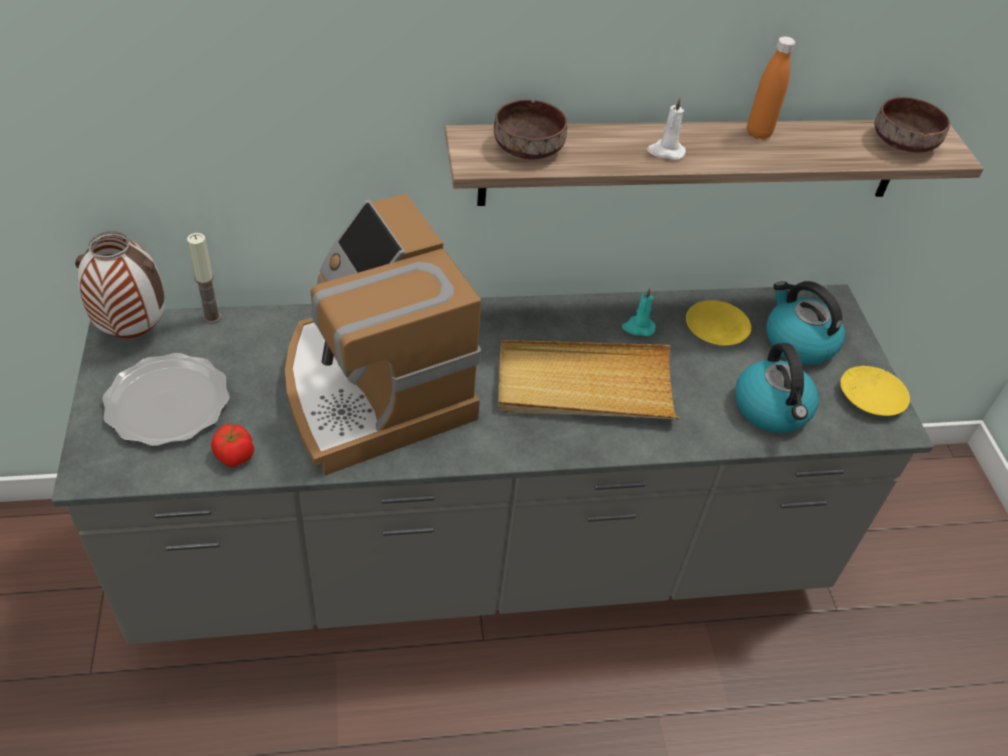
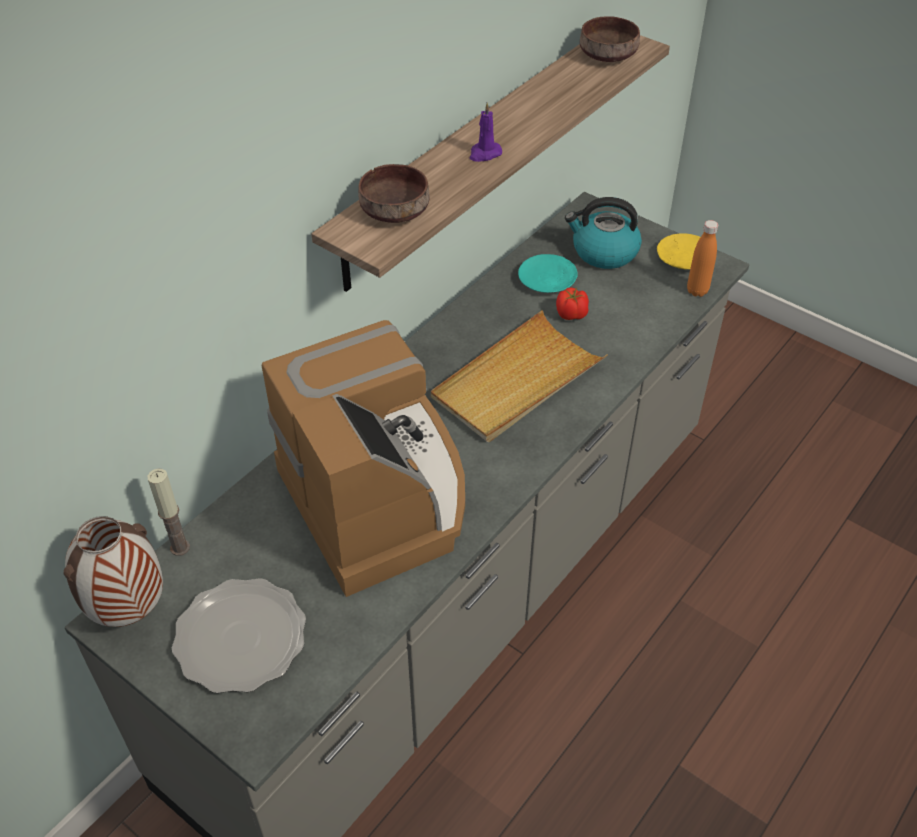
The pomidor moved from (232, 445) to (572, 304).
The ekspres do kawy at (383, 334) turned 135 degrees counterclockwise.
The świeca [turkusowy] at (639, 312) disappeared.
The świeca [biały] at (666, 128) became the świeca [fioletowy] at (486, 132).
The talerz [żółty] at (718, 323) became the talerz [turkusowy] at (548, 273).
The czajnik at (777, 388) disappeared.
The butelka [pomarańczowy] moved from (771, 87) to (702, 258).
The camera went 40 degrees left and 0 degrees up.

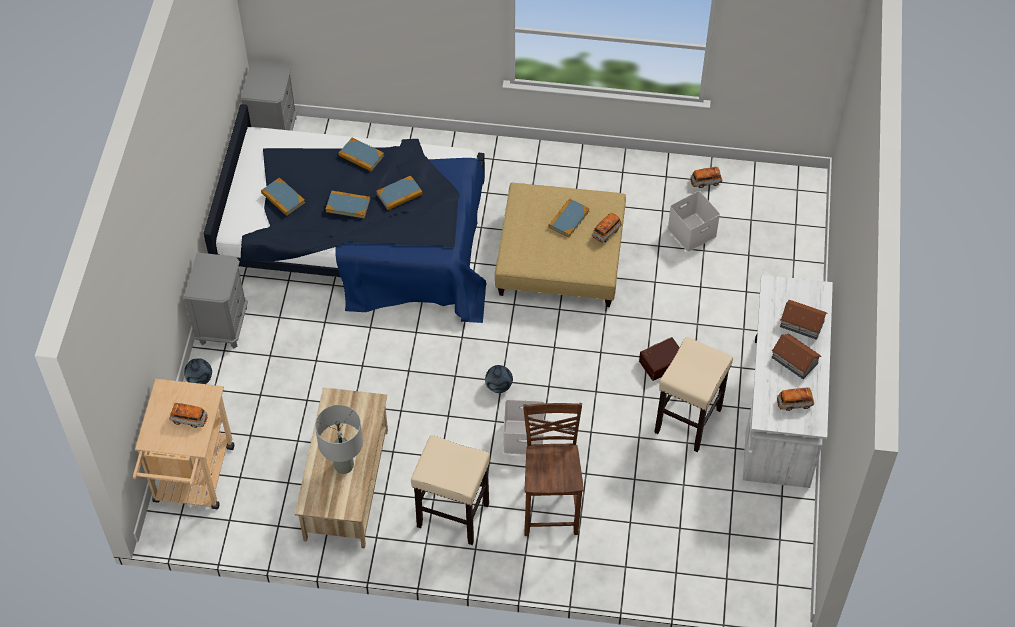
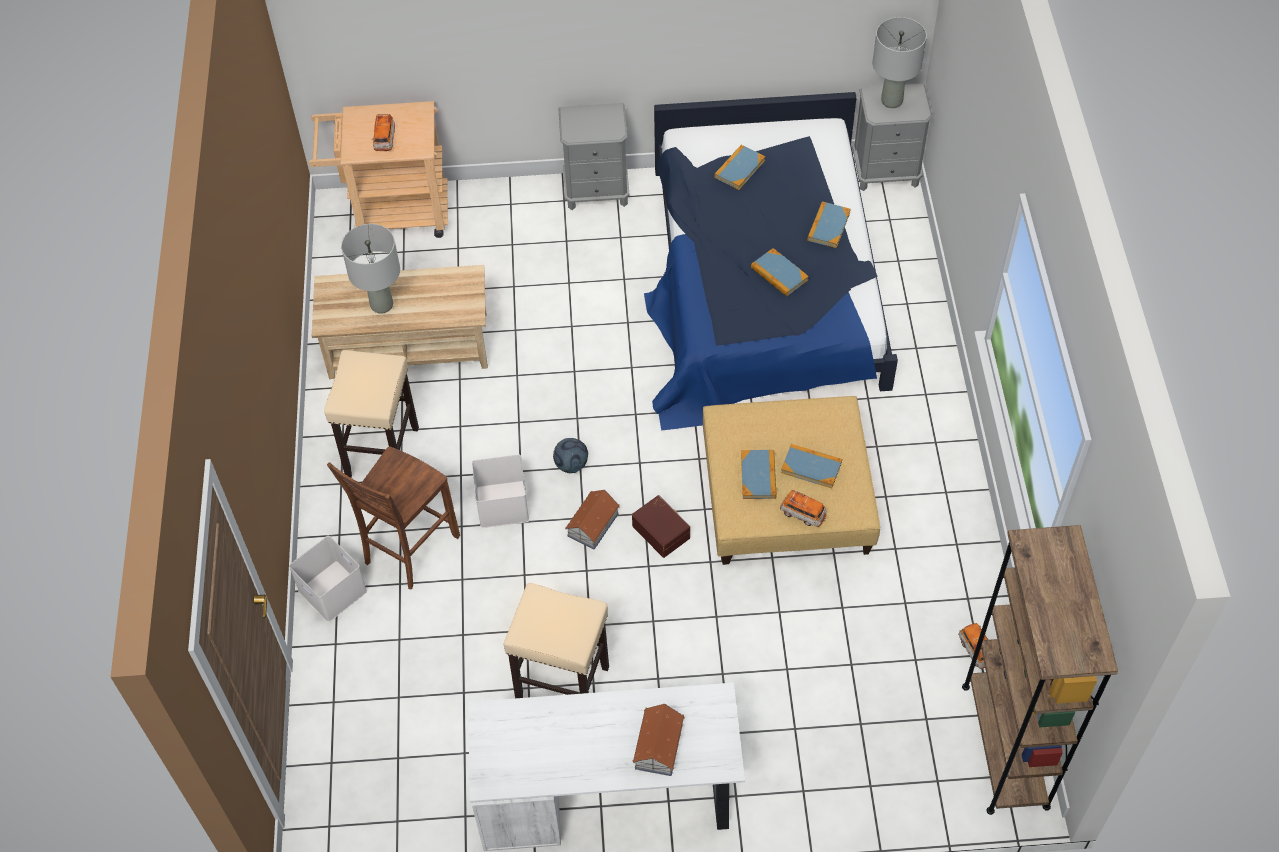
The piłka futbolowa at (198, 371) disappeared.
The książka moved from (348, 204) to (759, 474).
The krzesło [brązowy] at (553, 469) turned 135 degrees clockwise.
The pojemnik do przechowywania [brązowy] moved from (659, 359) to (661, 526).
The pojemnik do przechowywania [biały] moved from (694, 221) to (328, 579).
The domek moved from (796, 356) to (592, 519).
The samochodzik at (795, 399) disappeared.
The lampa stołowa [szary] at (900, 62) appeared.
The regał [brązowy] at (1040, 670) appeared.
The camera went 80 degrees right and 0 degrees up.

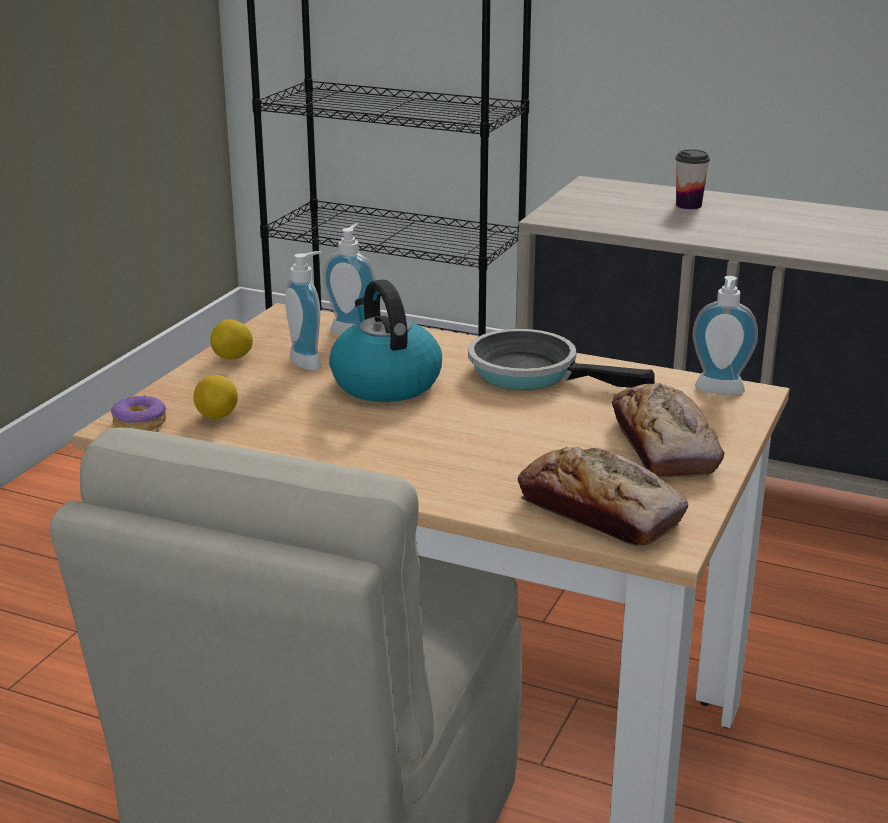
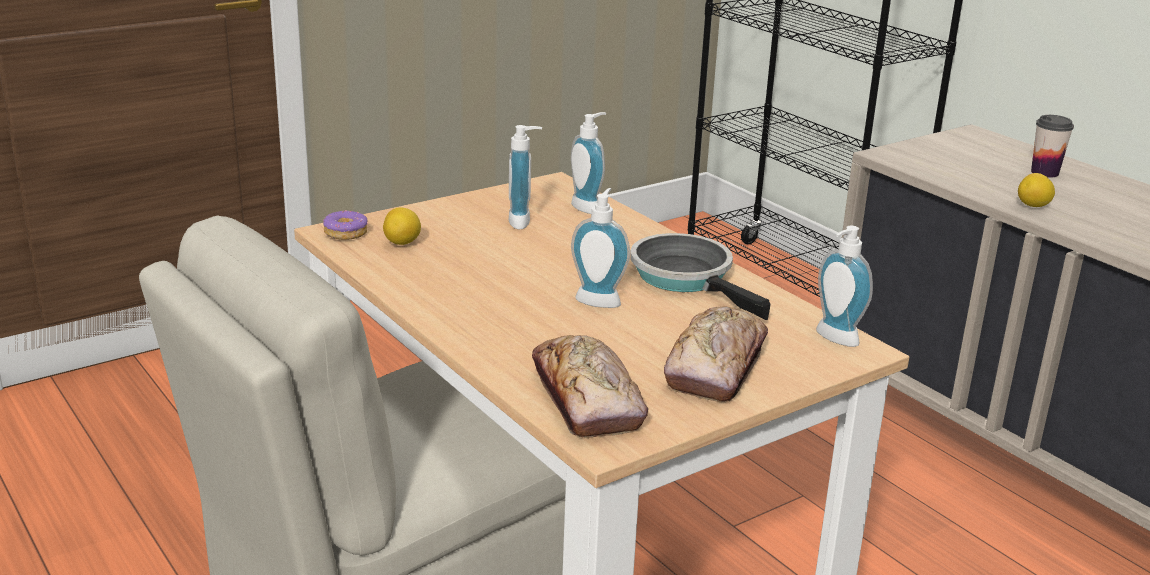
The cytryna moved from (231, 339) to (1036, 190).
The czajnik at (385, 340) disappeared.
The dozownik mydła at (600, 248) appeared.
The camera went 30 degrees right and 0 degrees up.

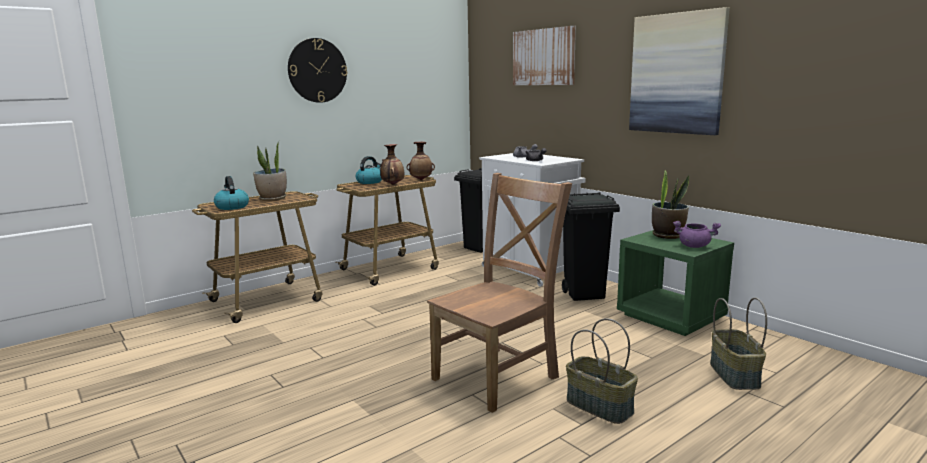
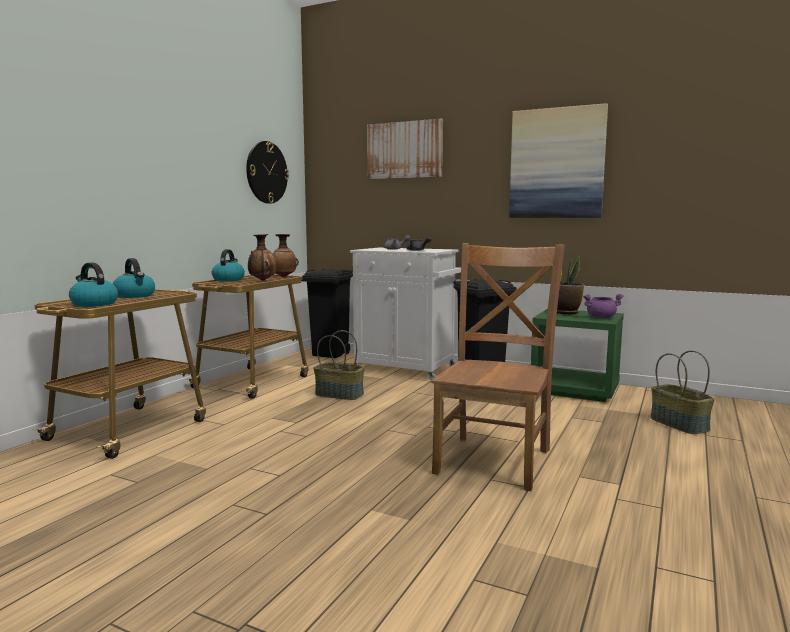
The roślina doniczkowa at (270, 170) was replaced by the czajnik at (134, 278).
The zegar ścienny moved from (318, 70) to (267, 172).
The koszyk moved from (602, 371) to (339, 365).
The camera went 25 degrees left and 5 degrees down.

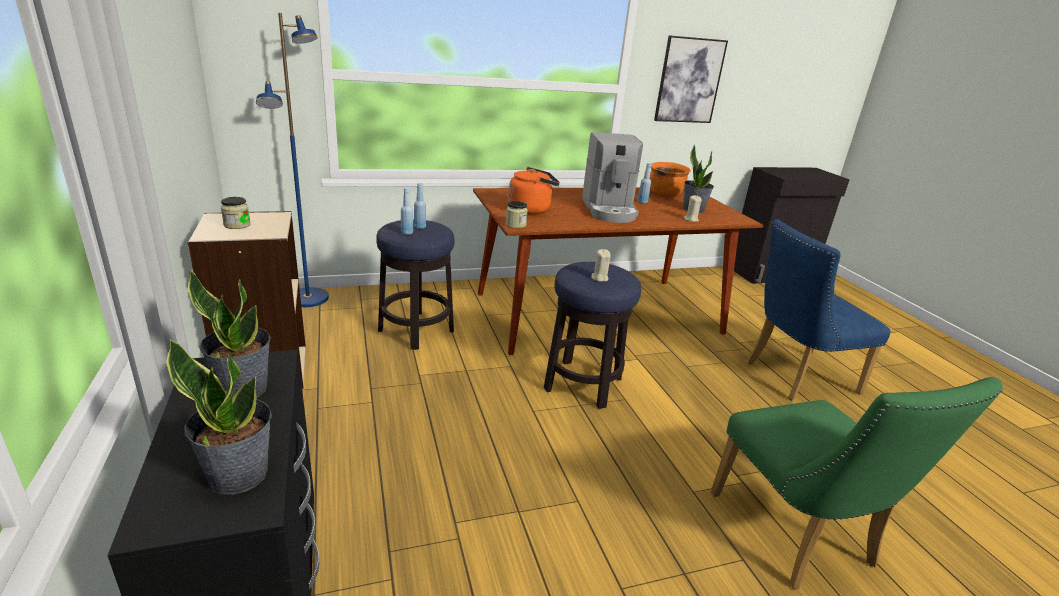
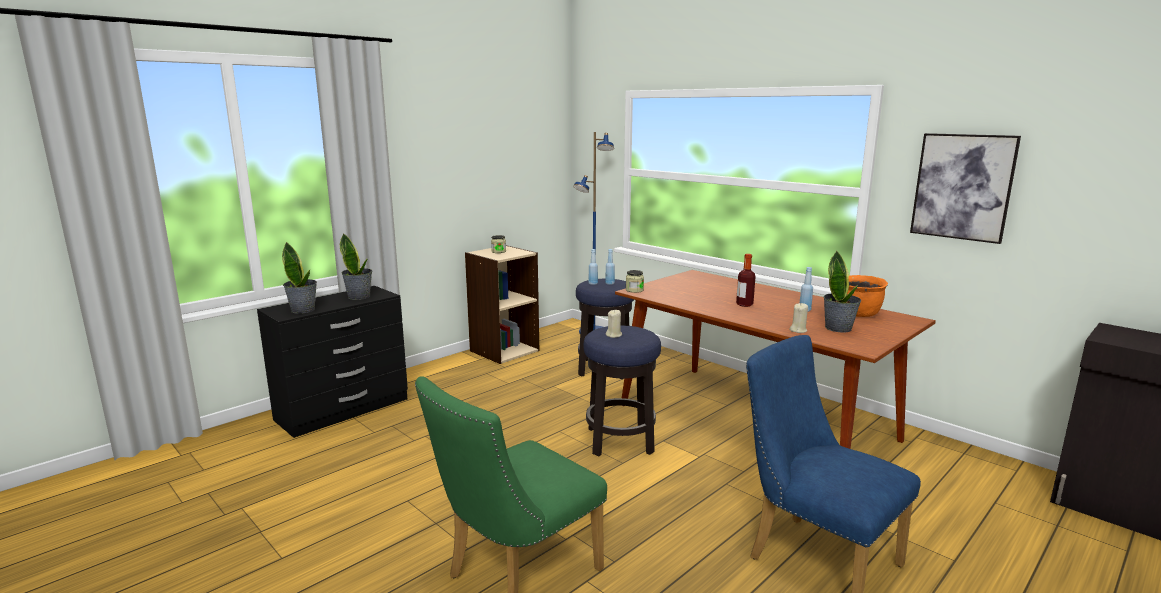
The czajnik [pomarańczowy] at (534, 190) disappeared.
The ekspres do kawy at (612, 177) was replaced by the butelka at (746, 280).
The camera went 65 degrees right and 10 degrees down.

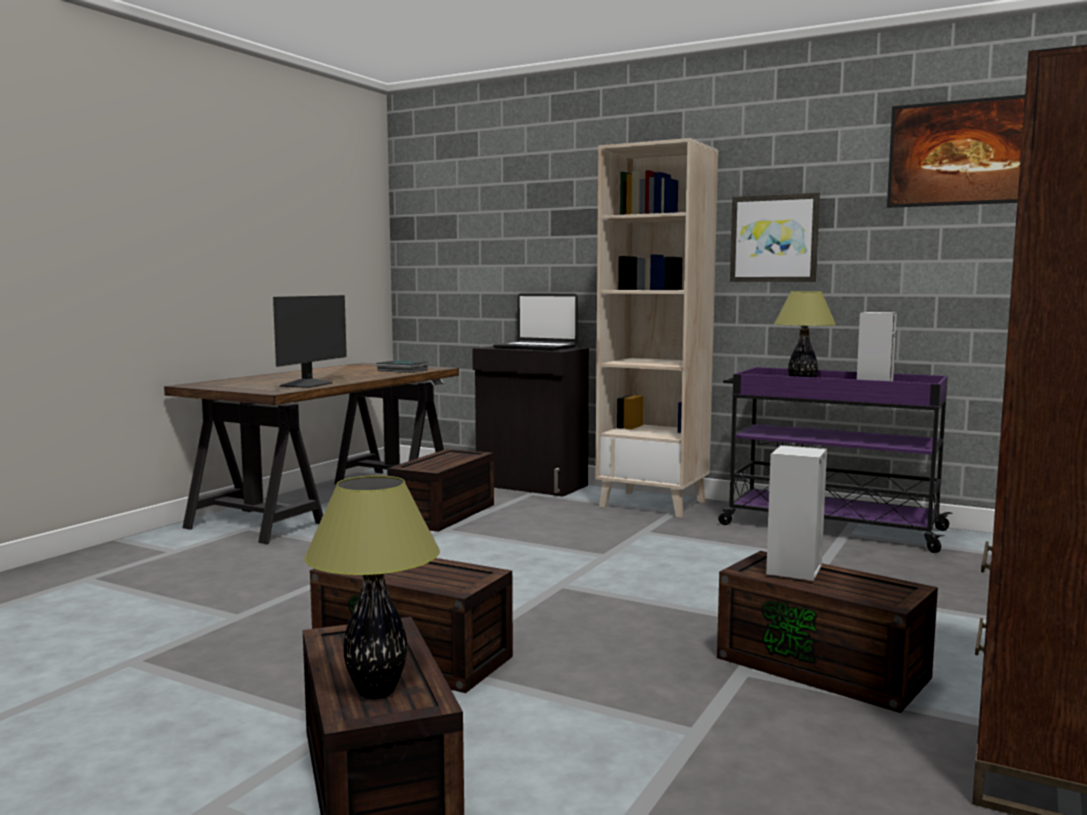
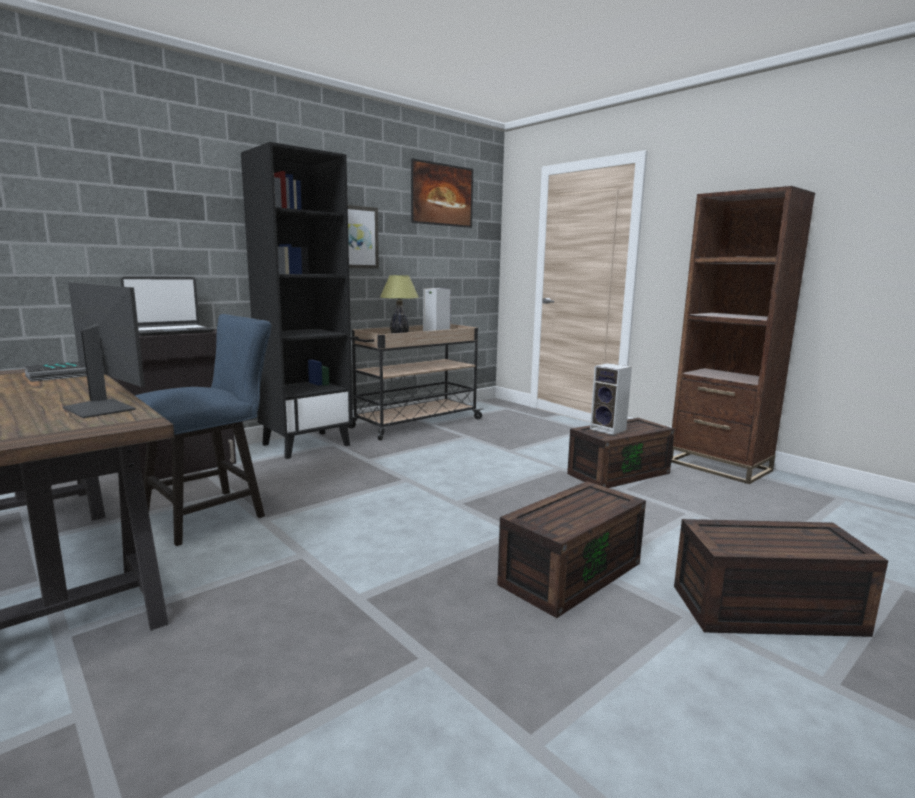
The lampa stołowa at (372, 587) disappeared.
The pojemnik do przechowywania [brązowy] at (440, 490) was replaced by the krzesło [niebieski] at (203, 430).
The regał [beżowy] at (656, 328) became the regał [czarny] at (297, 300).
The wózek [fioletowy] at (835, 460) became the wózek [beżowy] at (415, 382).
The camera went 70 degrees left and 5 degrees up.

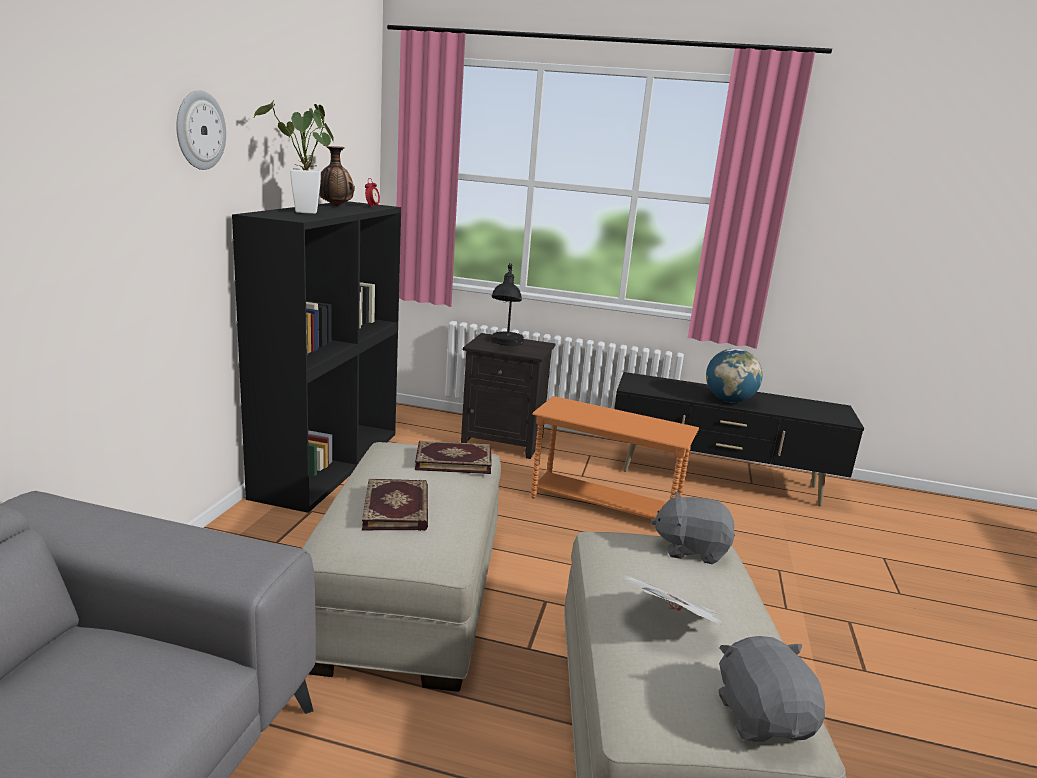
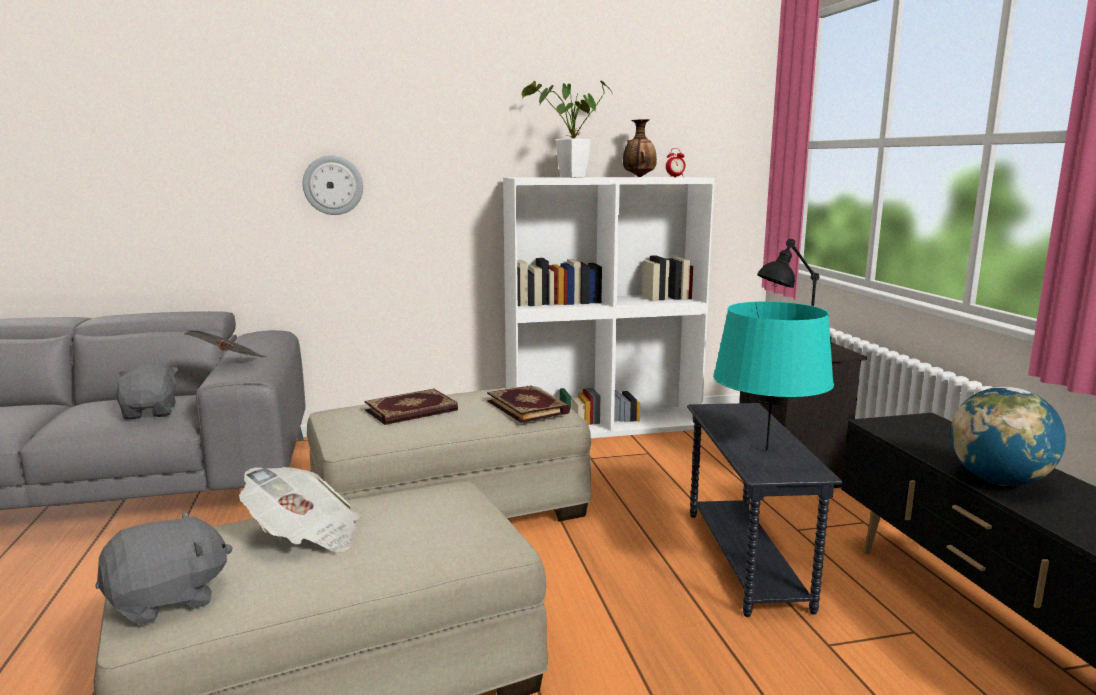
The zegar ścienny moved from (201, 130) to (333, 185).
The regał [czarny] at (316, 357) became the regał [biały] at (609, 307).
The stolik [pomarańczowy] at (615, 457) became the stolik [szary] at (764, 510).
The pluszak [szary] moved from (693, 528) to (147, 392).
The gazeta at (225, 343) appeared.
The lampa stołowa [turkusowy] at (773, 376) appeared.
The camera went 65 degrees right and 5 degrees down.

